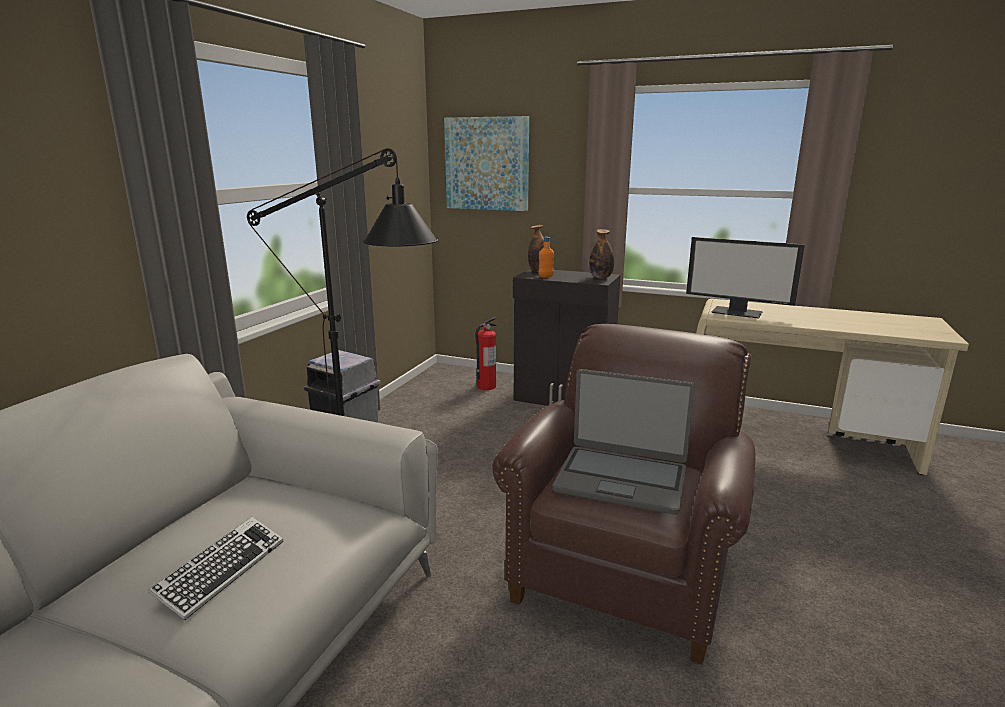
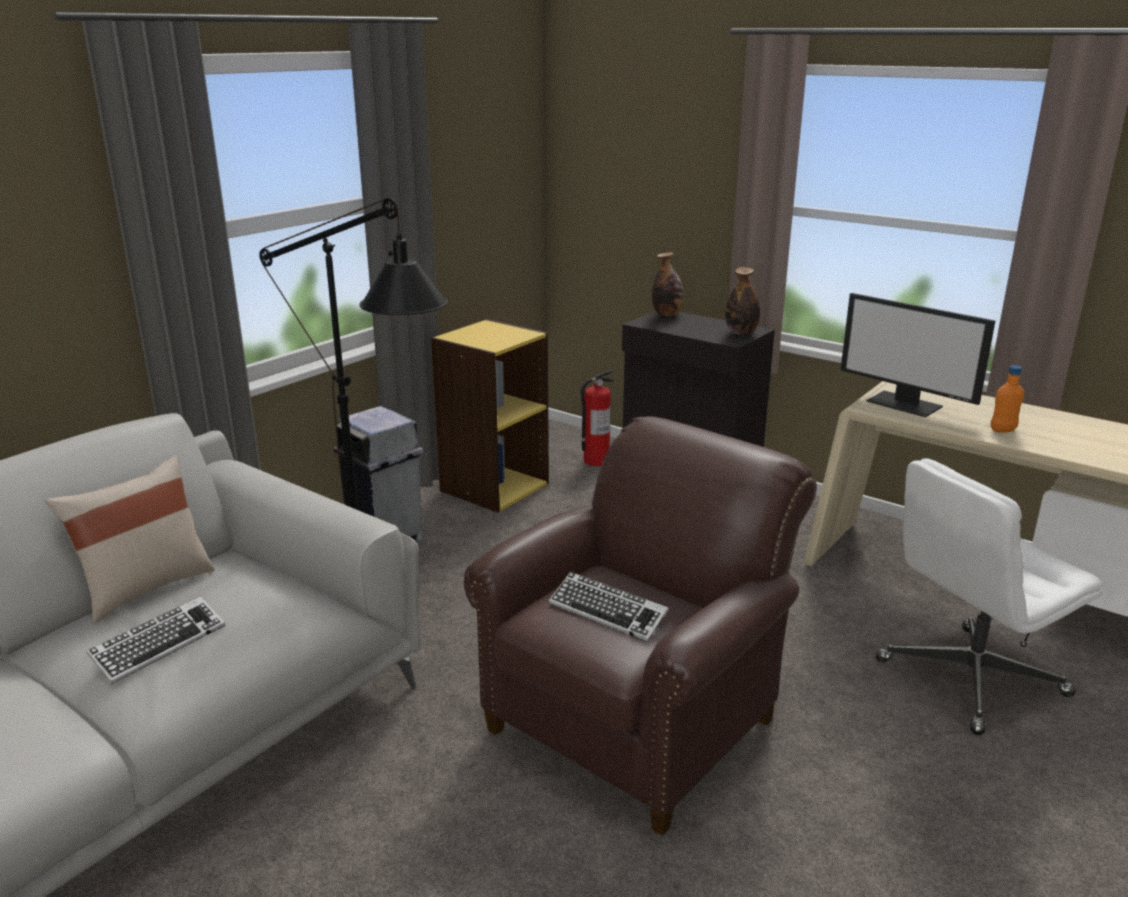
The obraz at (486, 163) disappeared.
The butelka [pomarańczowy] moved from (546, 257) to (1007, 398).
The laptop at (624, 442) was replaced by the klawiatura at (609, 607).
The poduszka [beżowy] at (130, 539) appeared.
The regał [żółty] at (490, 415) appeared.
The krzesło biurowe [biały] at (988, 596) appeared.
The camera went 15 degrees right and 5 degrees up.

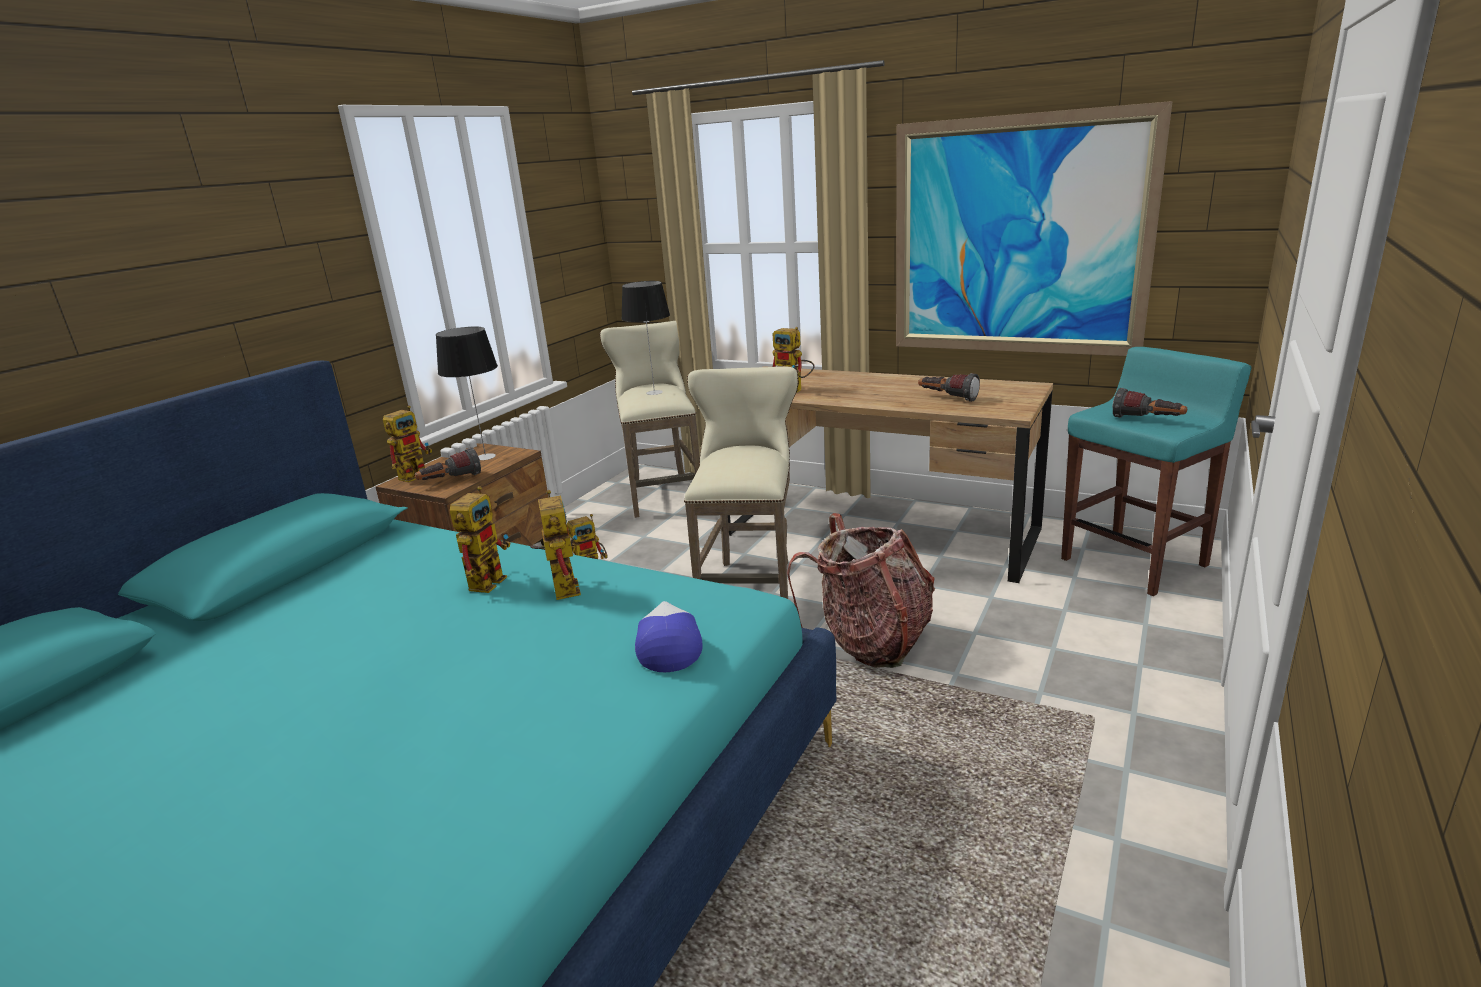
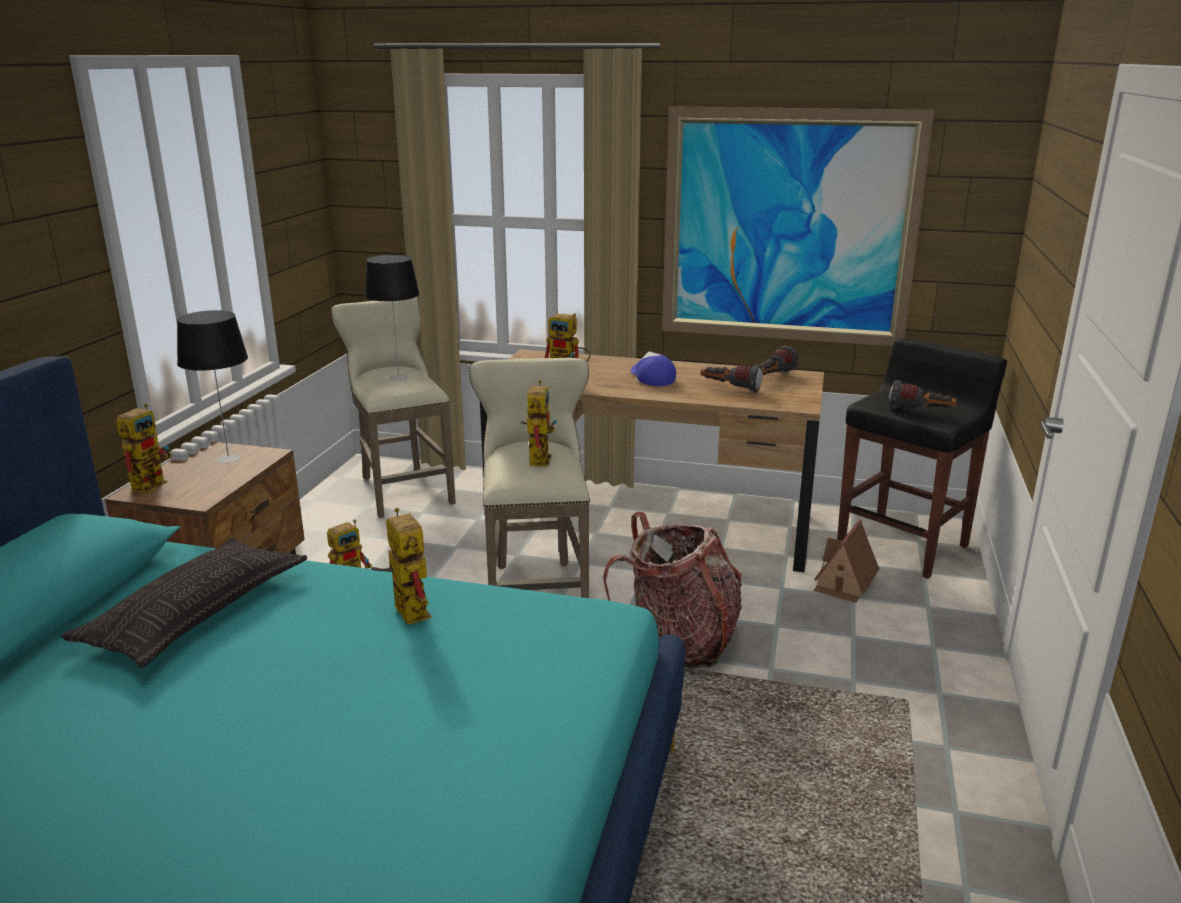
The latarka moved from (448, 463) to (779, 360).
The robot zabawkowy moved from (480, 539) to (539, 423).
The czapka z daszkiem moved from (668, 636) to (653, 369).
The stołek [turkusowy] at (1156, 471) became the stołek [czarny] at (922, 458).
The poduszka at (184, 603) appeared.
The domek at (846, 561) appeared.
The camera went 15 degrees left and 0 degrees up.

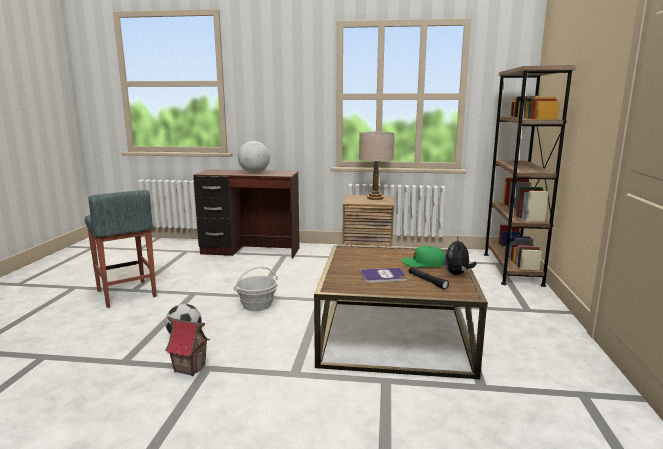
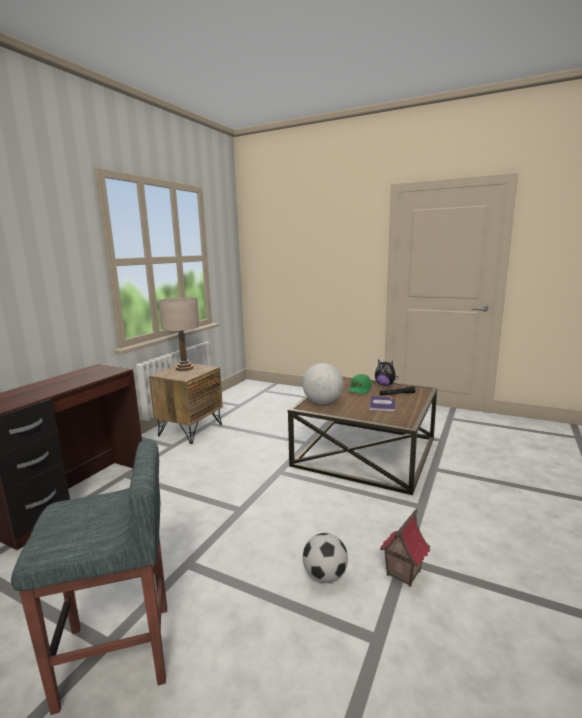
The koszyk at (256, 288) disappeared.
The globus moved from (254, 157) to (322, 383).
The regał [brązowy] at (530, 176) disappeared.
The camera went 70 degrees left and 0 degrees up.

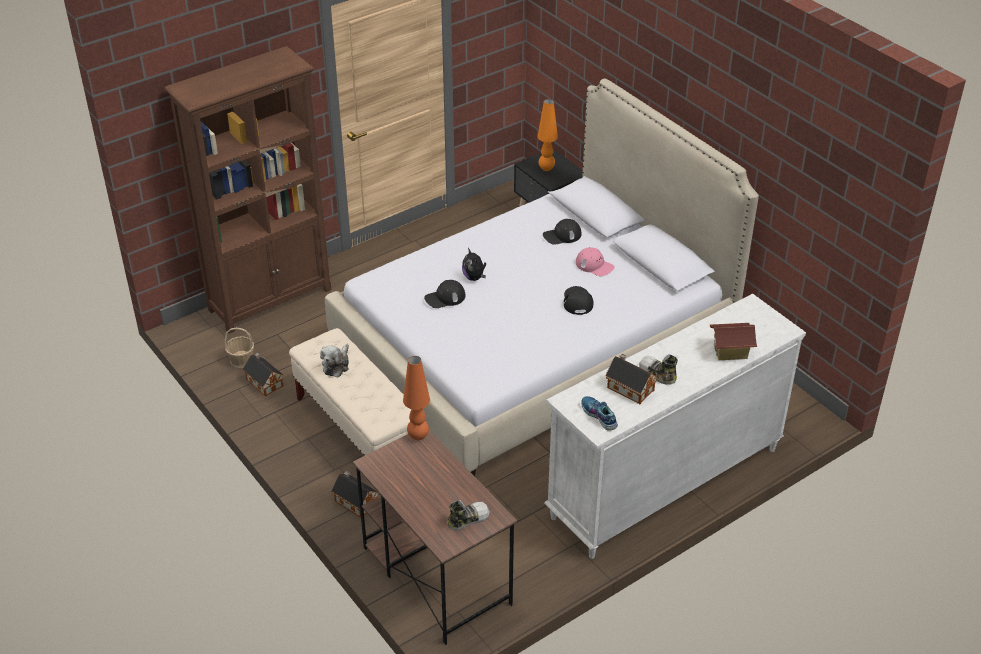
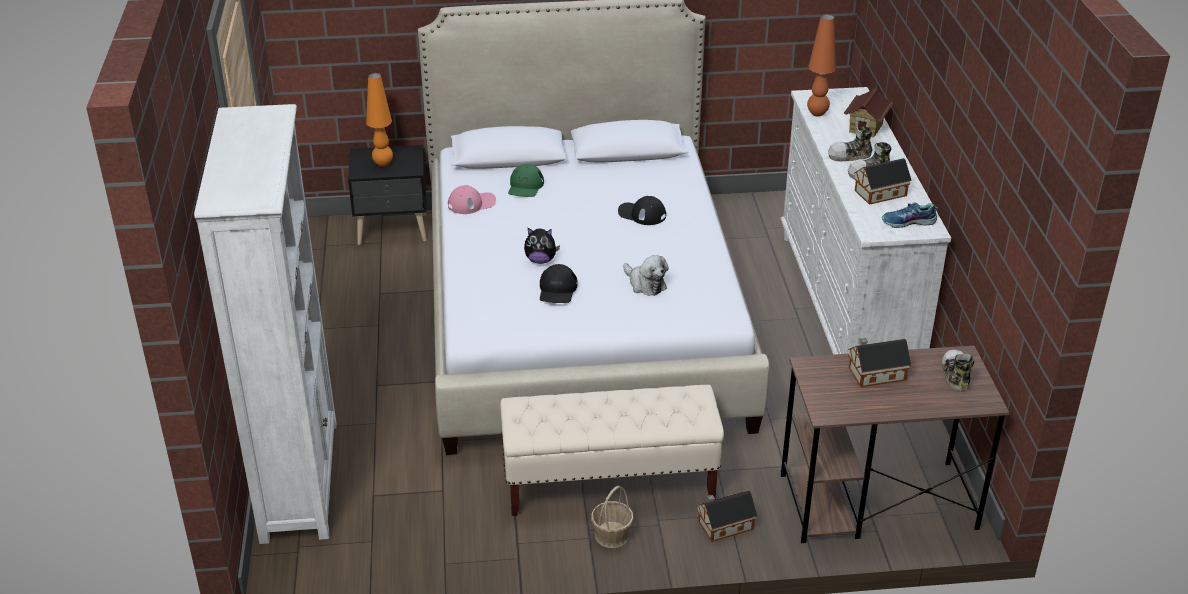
The regał [brązowy] at (247, 190) became the regał [biały] at (265, 324).
The koszyk moved from (239, 348) to (612, 517).
The domek moved from (263, 374) to (879, 362).
The pluszak moved from (334, 360) to (646, 275).
The lampa stołowa [pomarańczowy] moved from (416, 398) to (821, 65).
The czapka z daszkiem [czarny] at (562, 232) became the czapka z daszkiem [zielony] at (526, 180).
The czapka z daszkiem [różowy] moved from (595, 261) to (472, 199).
The but at (850, 143) appeared.
The camera went 60 degrees left and 5 degrees down.

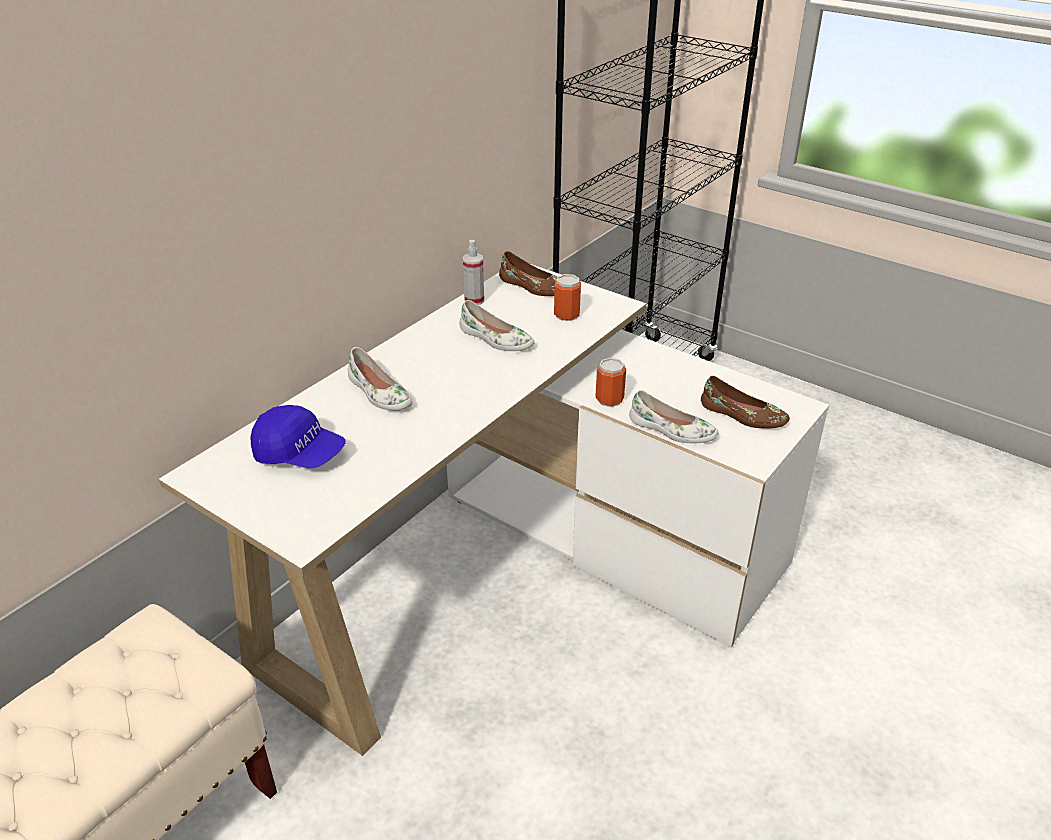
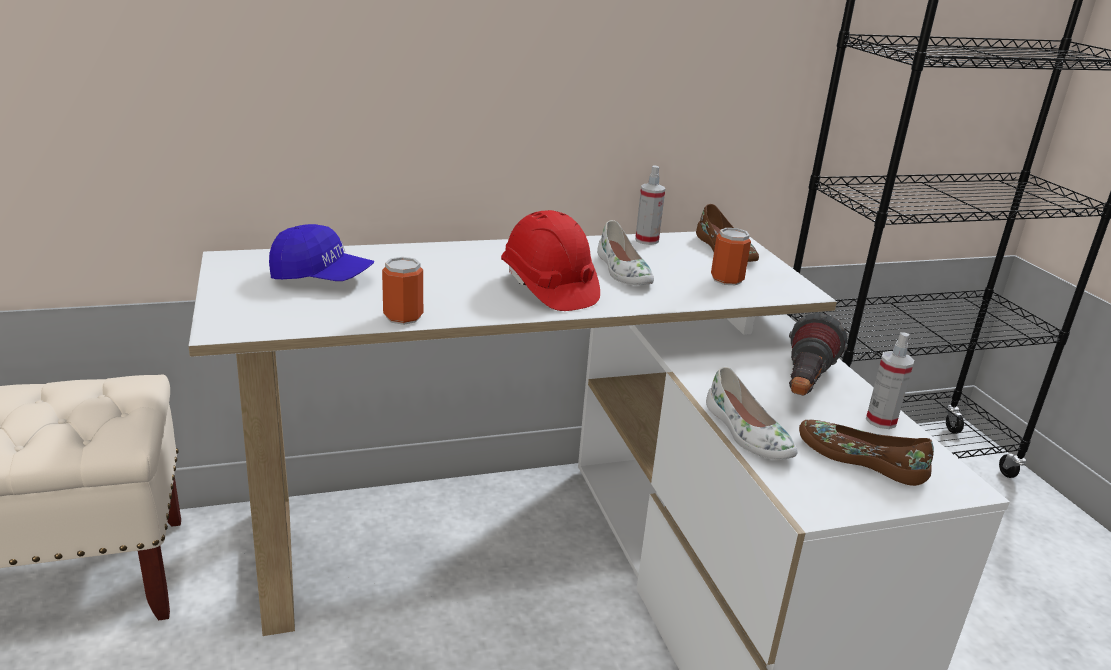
The czapka z daszkiem [niebieski] at (298, 436) turned 45 degrees counterclockwise.
The but [biały] at (380, 379) disappeared.
The puszka moved from (610, 382) to (402, 291).
The but [brązowy] at (745, 402) turned 150 degrees clockwise.
The kask [czerwony] at (550, 260) appeared.
The latarka at (818, 354) appeared.
The spryskiwacz at (890, 380) appeared.
The camera went 35 degrees right and 10 degrees down.

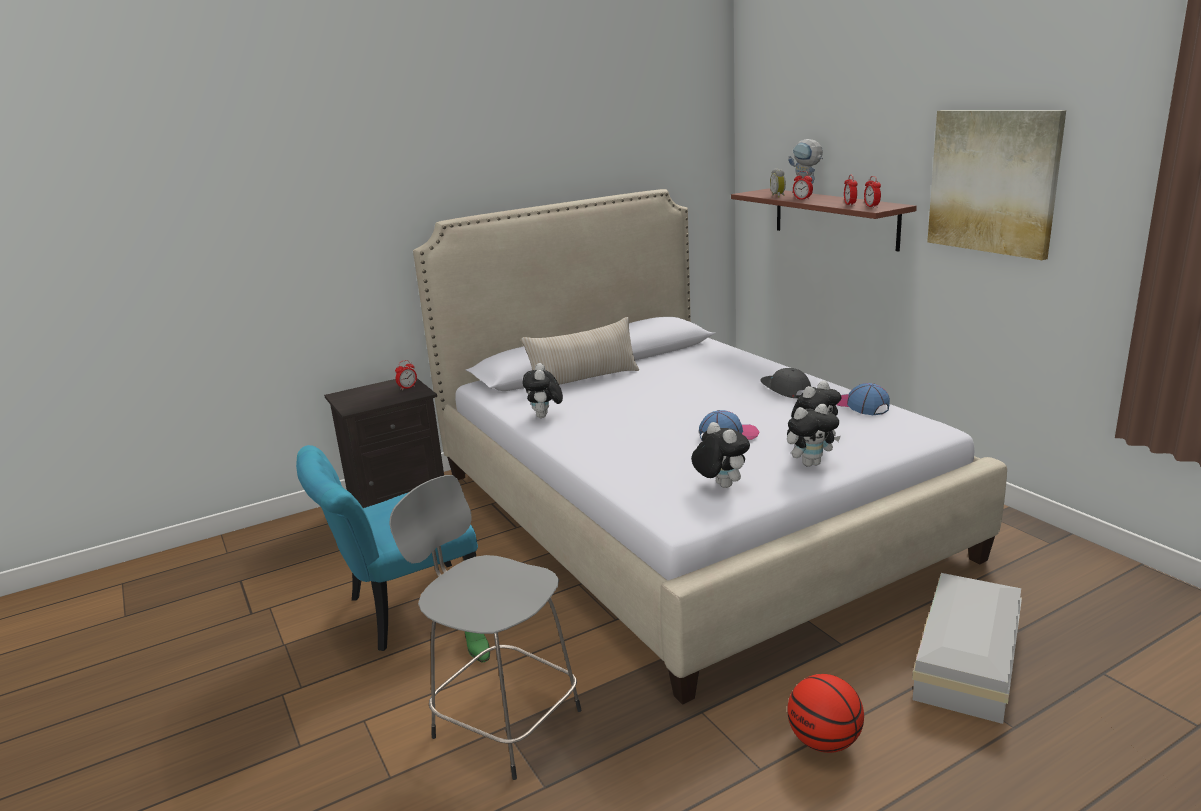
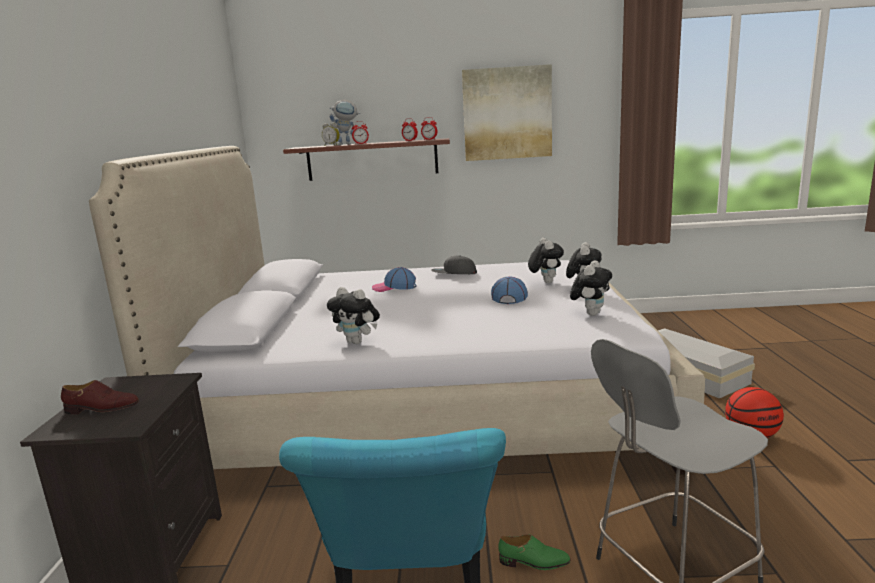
The budzik at (406, 375) disappeared.
The poduszka [beżowy] at (580, 351) disappeared.
The pluszak at (720, 455) turned 120 degrees clockwise.
The czapka z daszkiem moved from (863, 399) to (394, 279).
The but [brązowy] at (100, 397) appeared.
The camera went 60 degrees left and 5 degrees down.

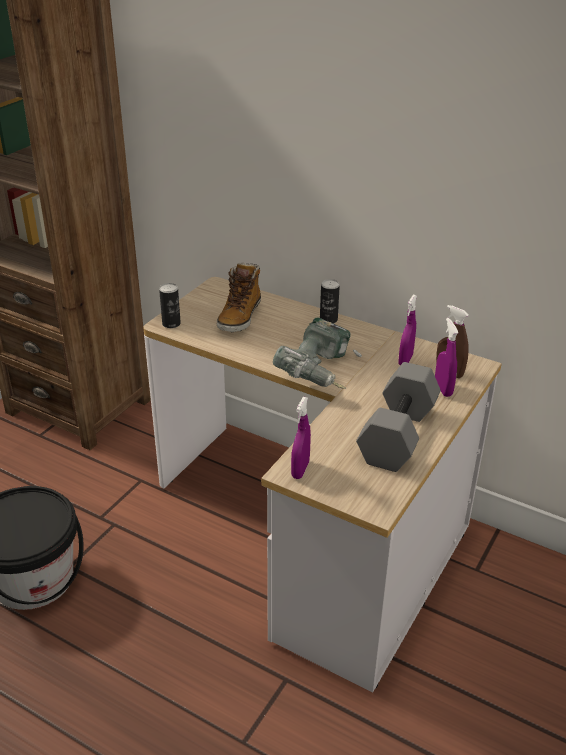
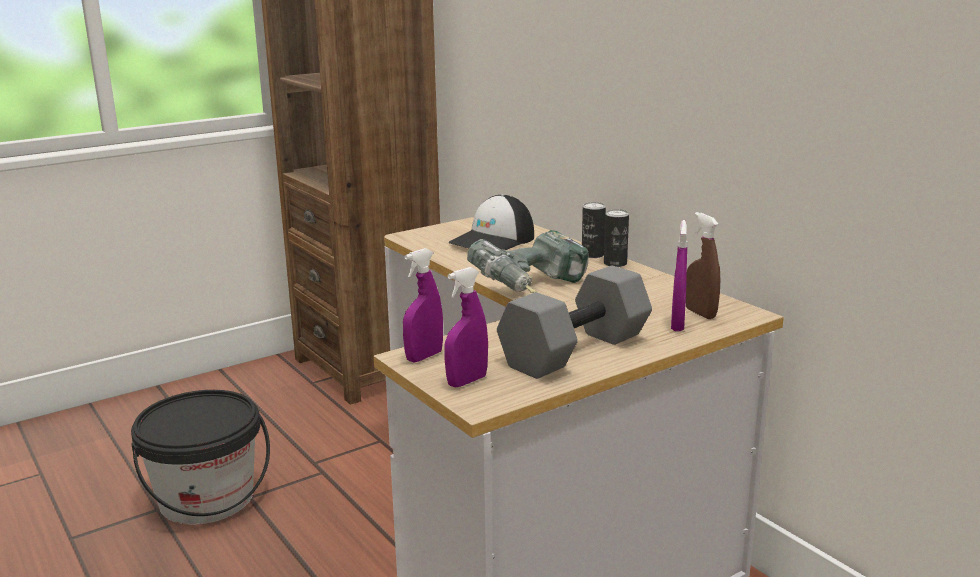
The puszka moved from (170, 305) to (616, 238).
The but z cholewką at (239, 298) was replaced by the czapka z daszkiem at (491, 222).
The spryskiwacz [fioletowy] moved from (407, 330) to (466, 327).
The camera went 25 degrees right and 15 degrees down.

